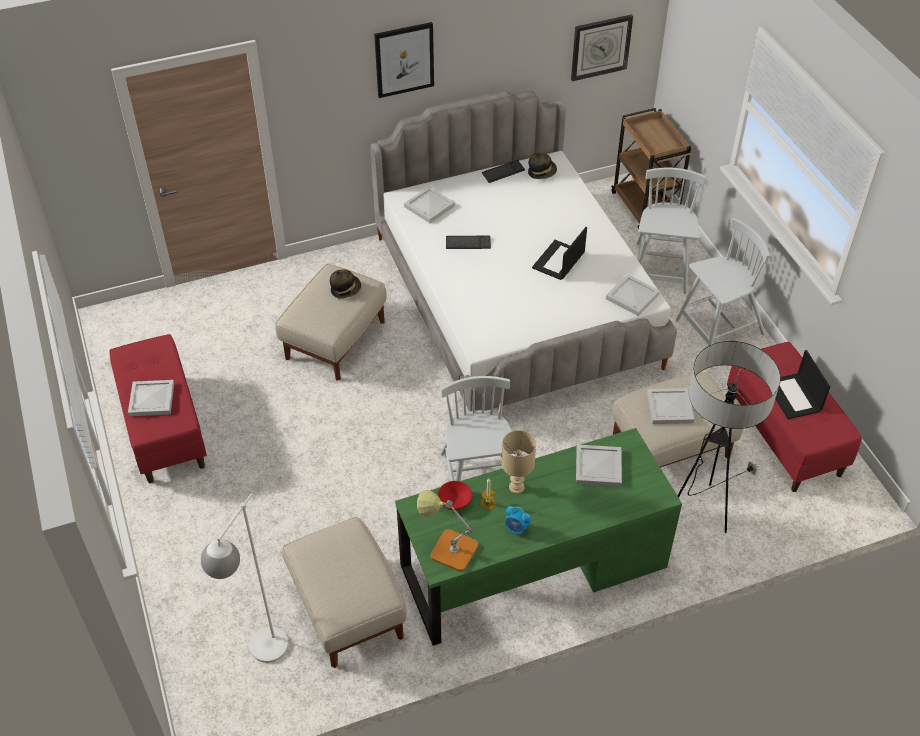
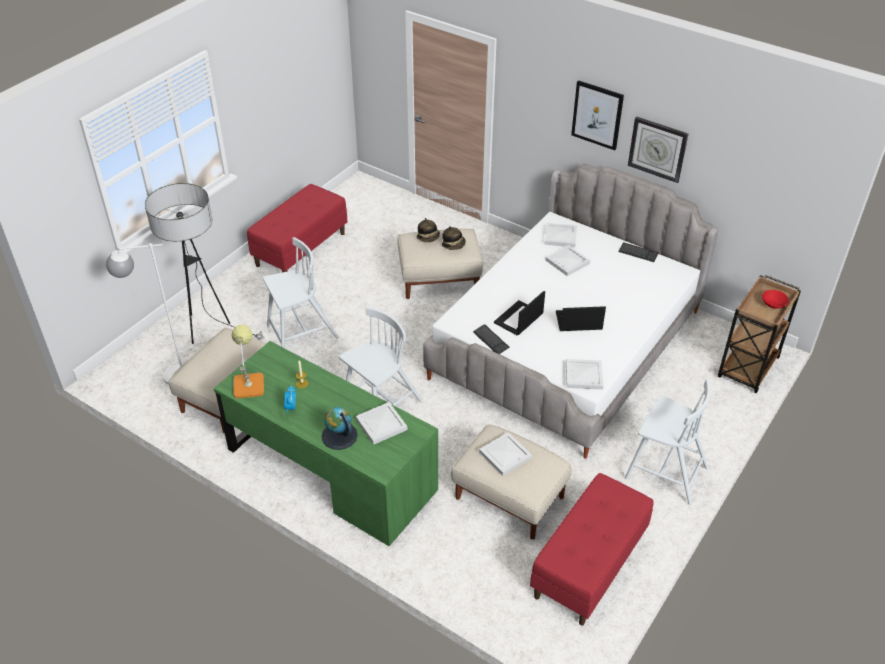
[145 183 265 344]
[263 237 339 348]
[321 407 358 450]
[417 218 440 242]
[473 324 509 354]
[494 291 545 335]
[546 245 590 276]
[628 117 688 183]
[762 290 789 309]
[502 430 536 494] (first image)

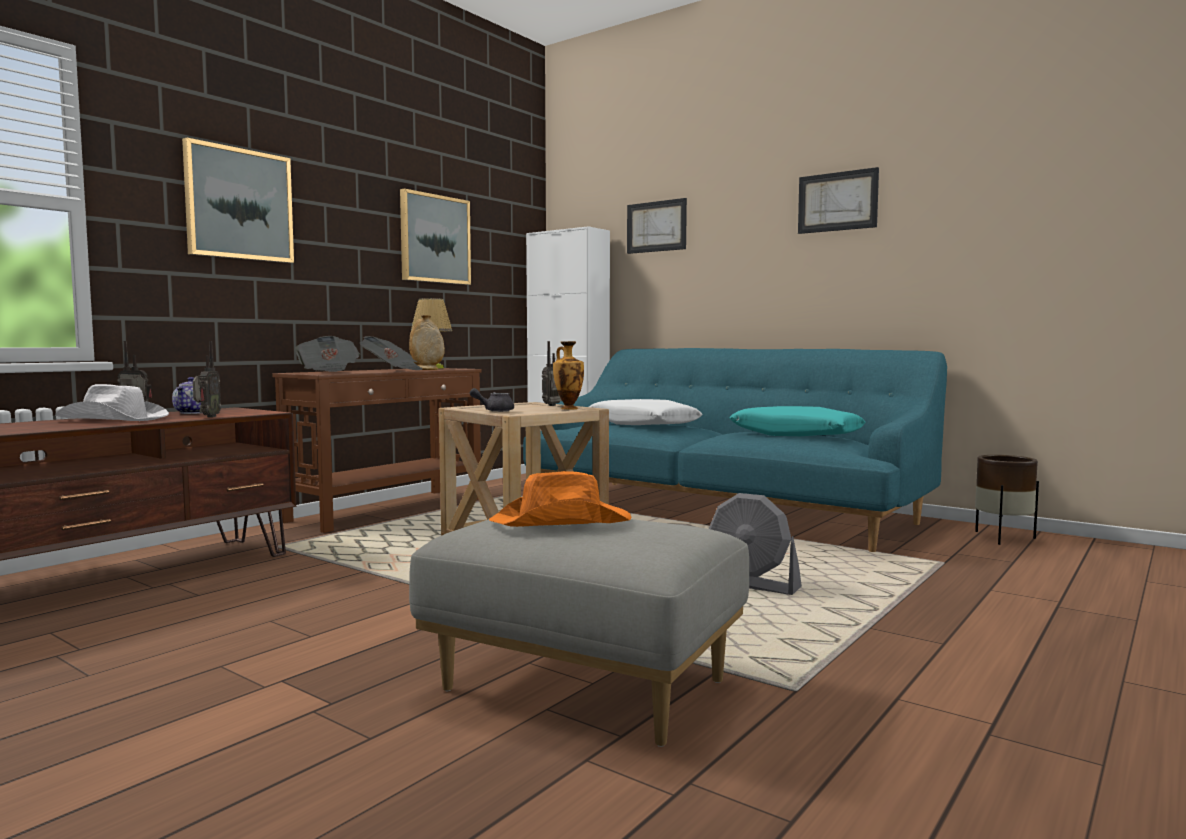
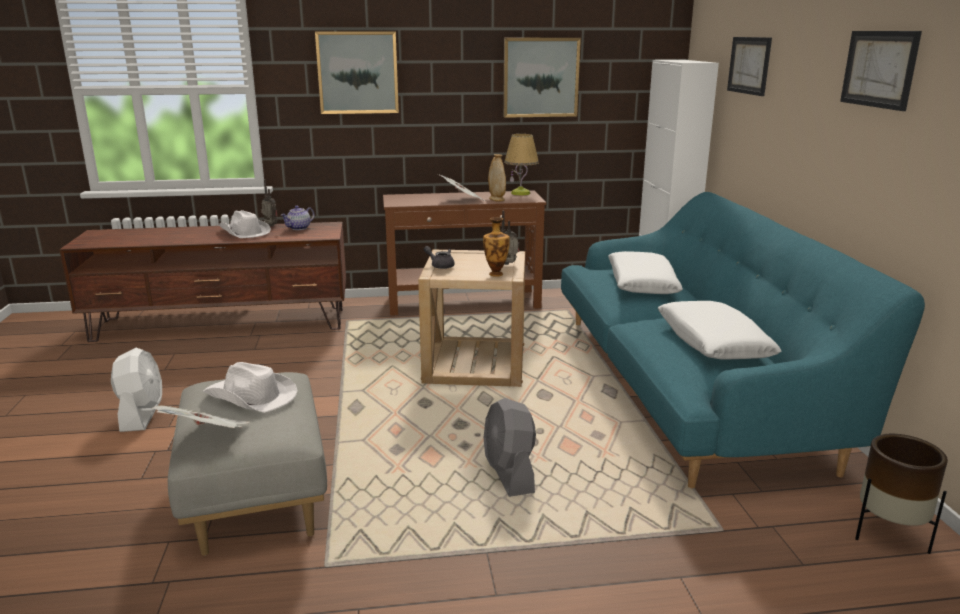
[111 348 162 432]
[151 405 250 428]
[203 362 298 413]
[658 301 782 360]
[193 341 221 417] (first image)

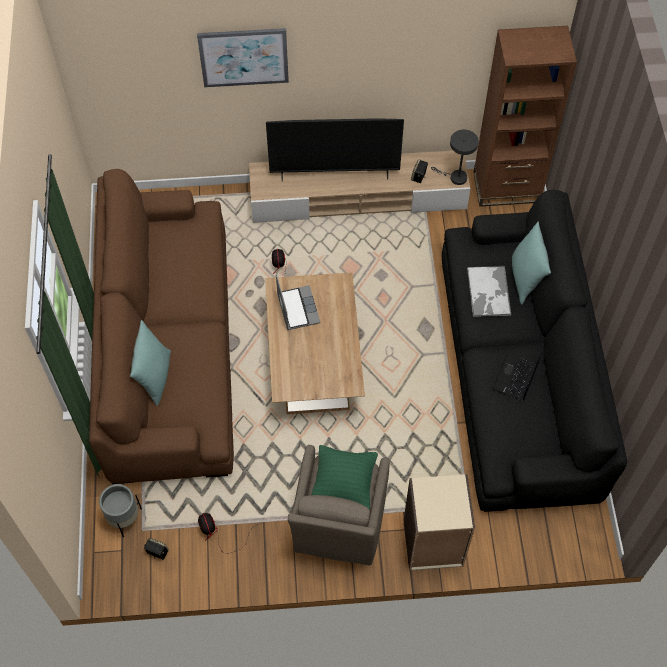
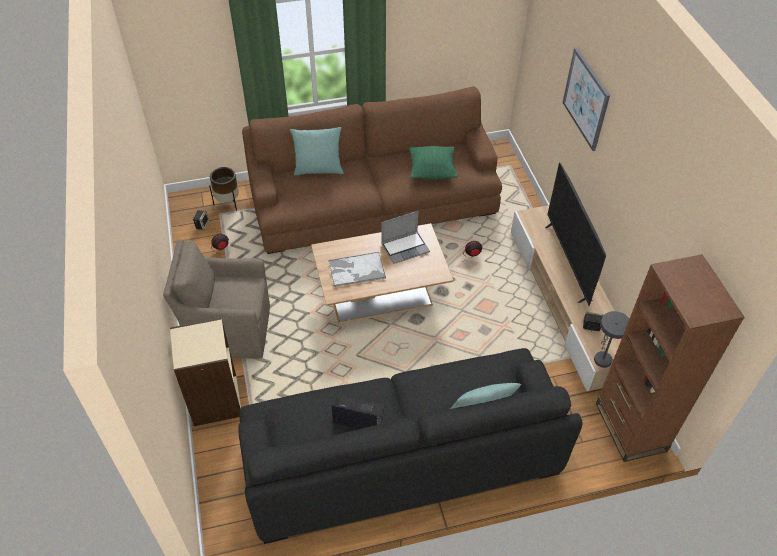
[209 167 239 211]
[328 252 386 287]
[409 146 458 180]

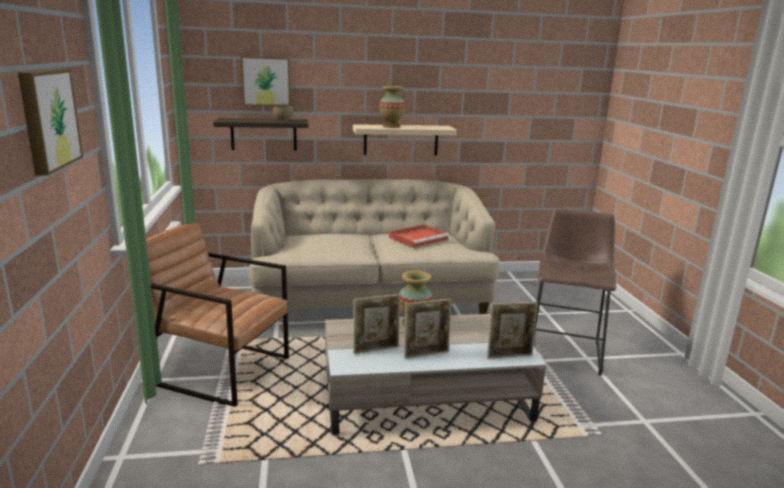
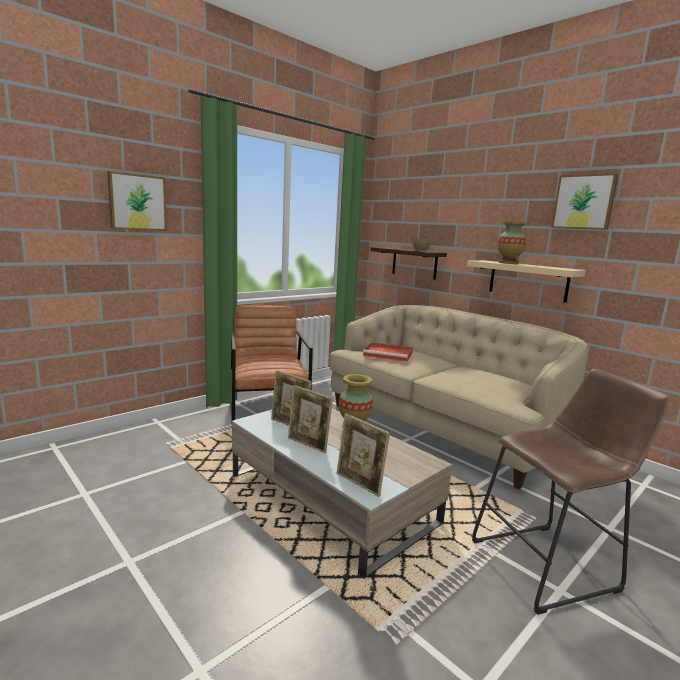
[363 342 413 362]
[552 173 618 230]

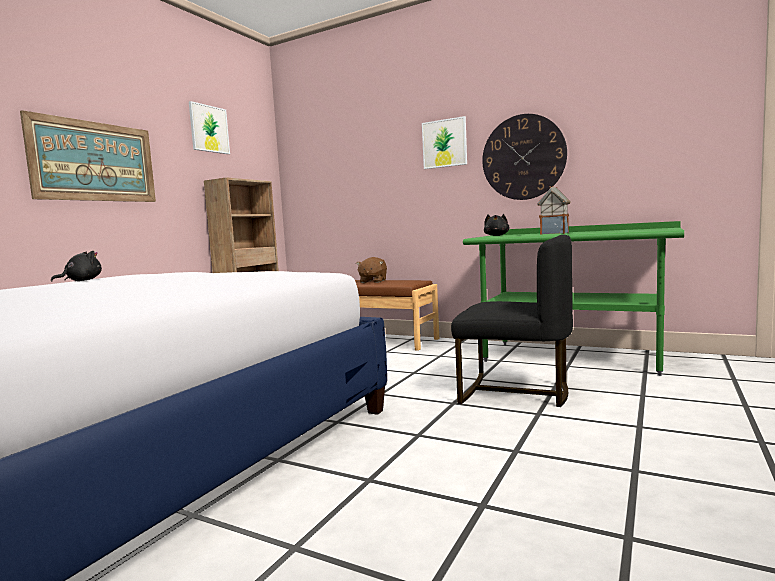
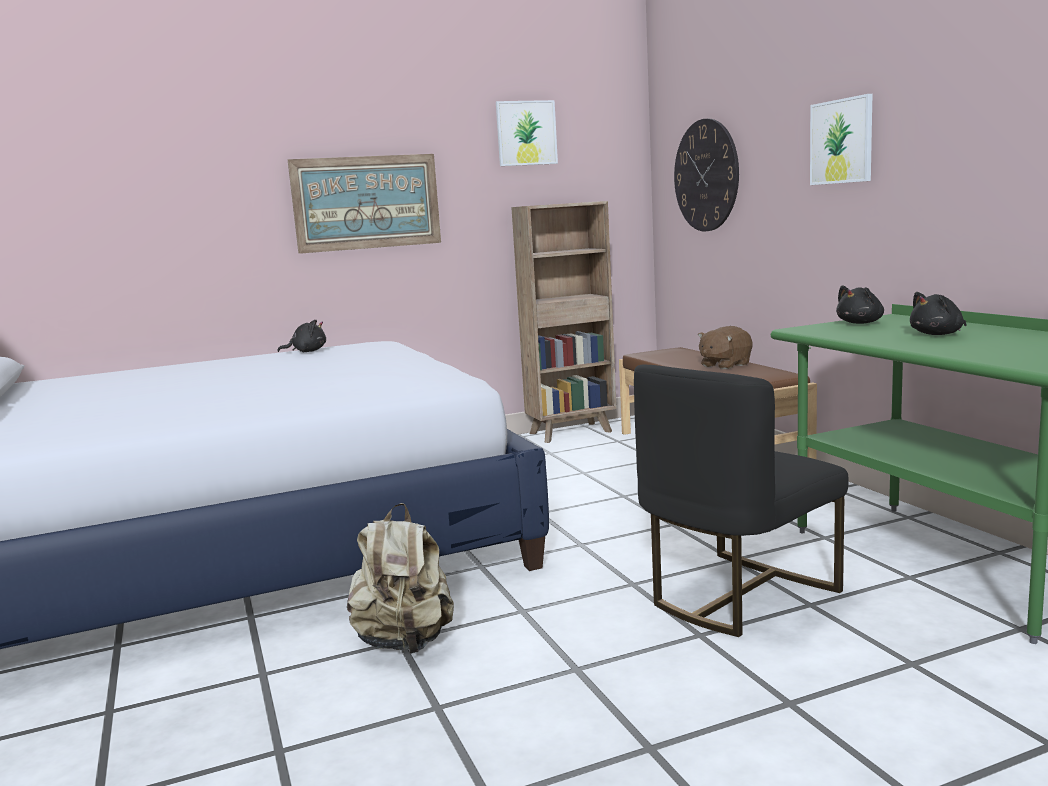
[347 503 454 654]
[634 365 849 637]
[674 119 739 231]
[910 292 967 335]

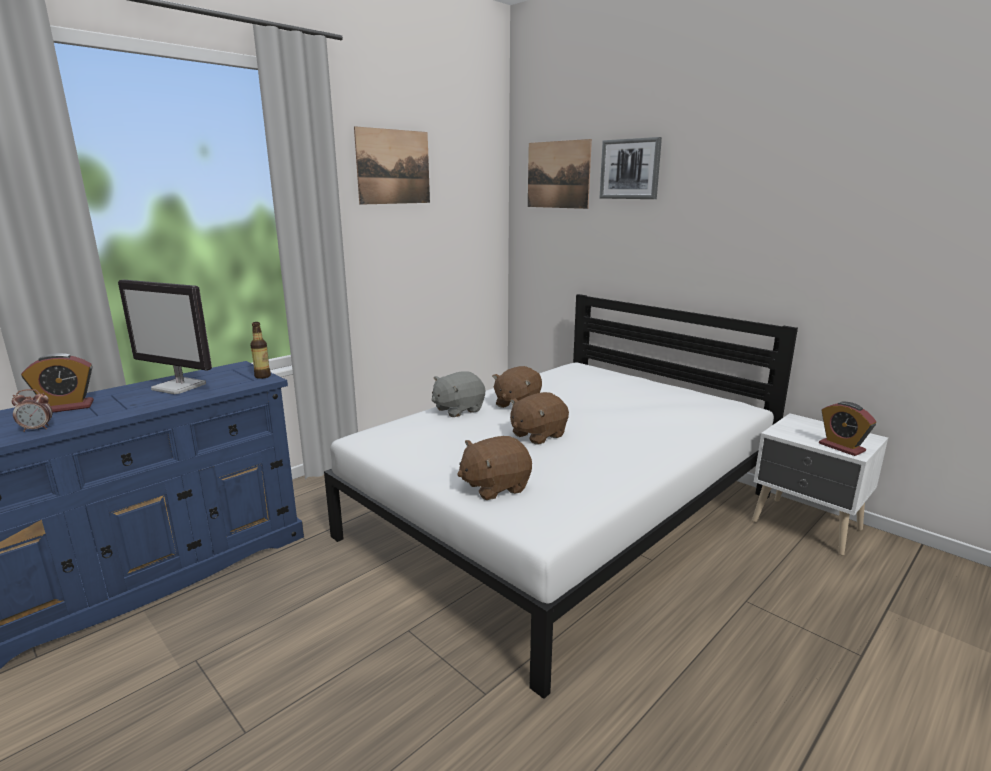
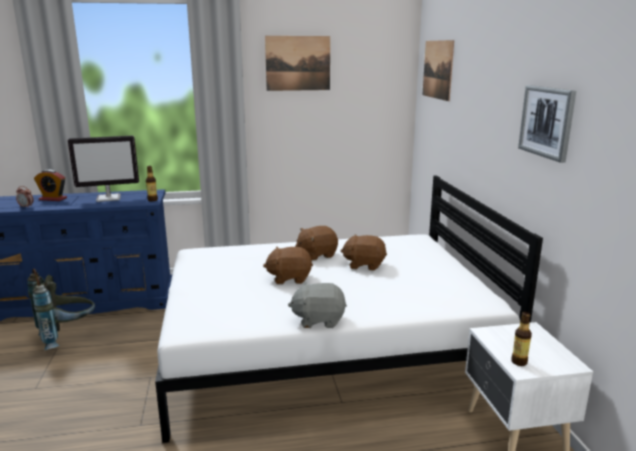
[27 268 95 350]
[68 136 139 202]
[288 282 347 328]
[341 234 387 271]
[511 312 532 366]
[518 85 576 163]

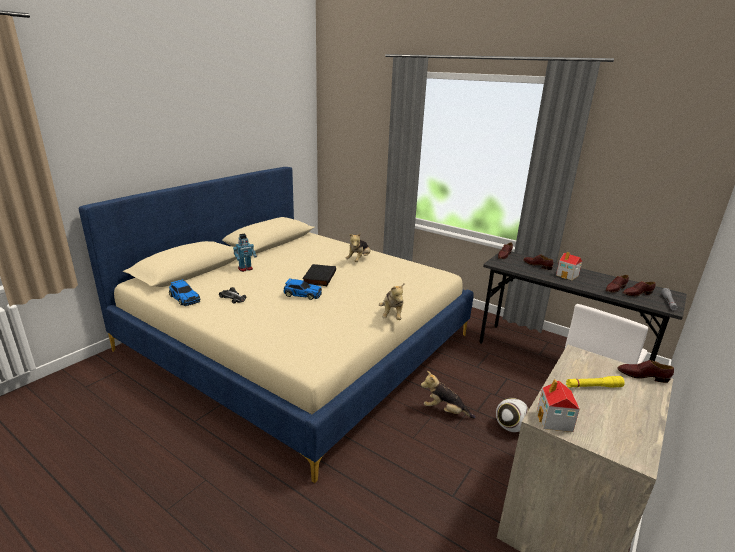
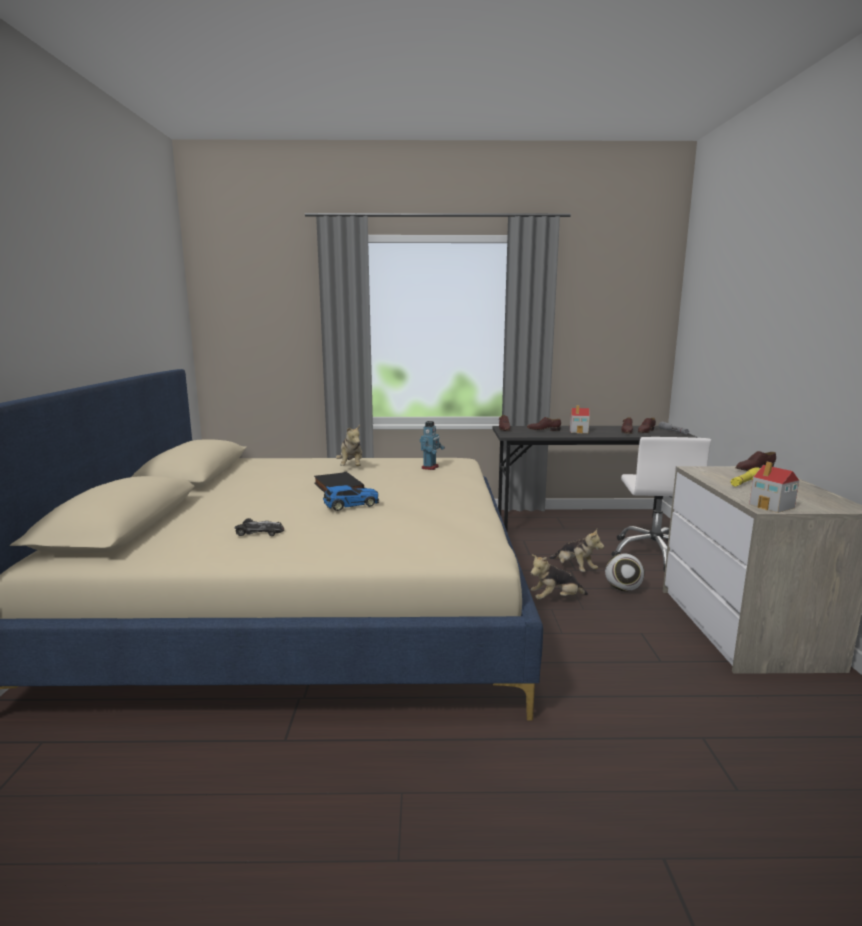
[420 421 445 470]
[549 529 604 572]
[169 279 200 306] (first image)

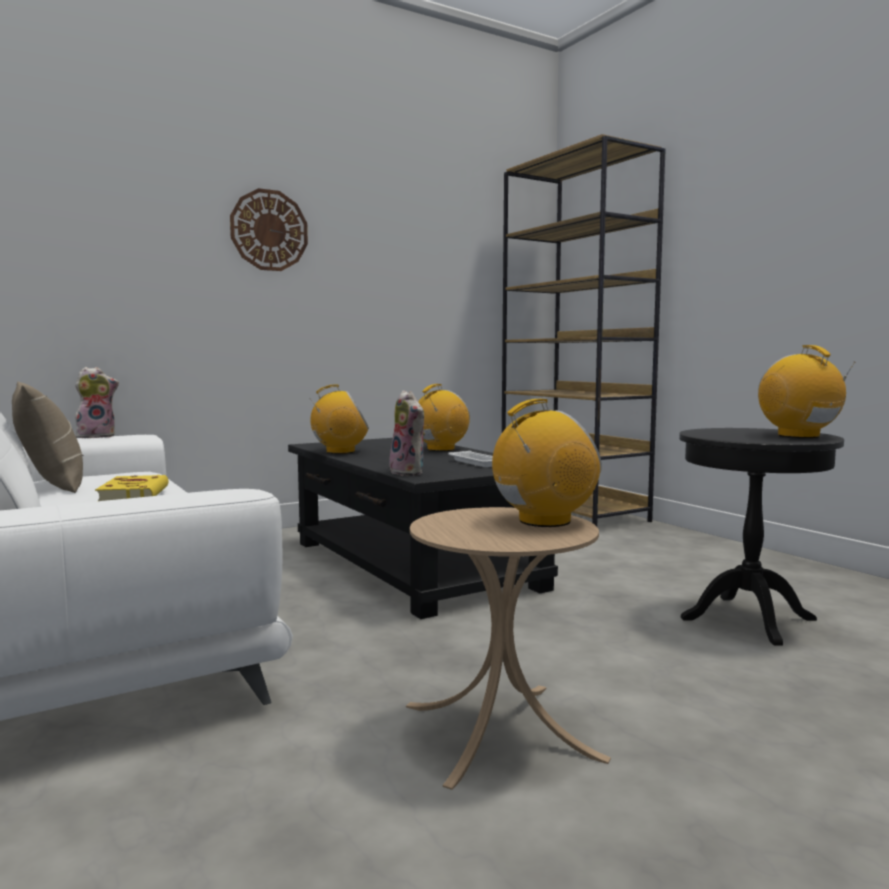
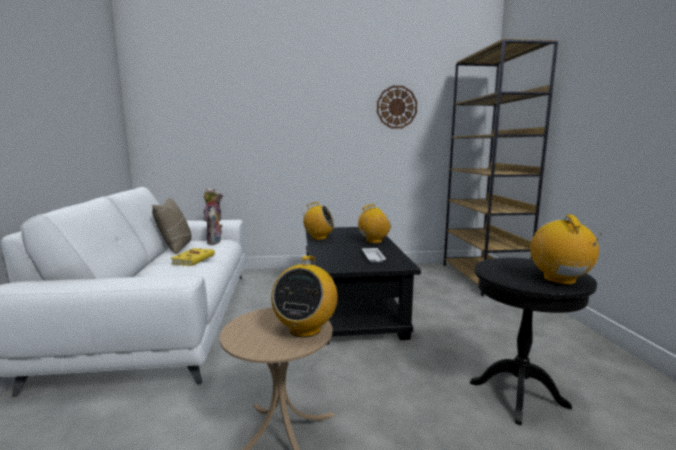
[206 207 223 245]
[271 256 338 337]
[377 86 417 129]

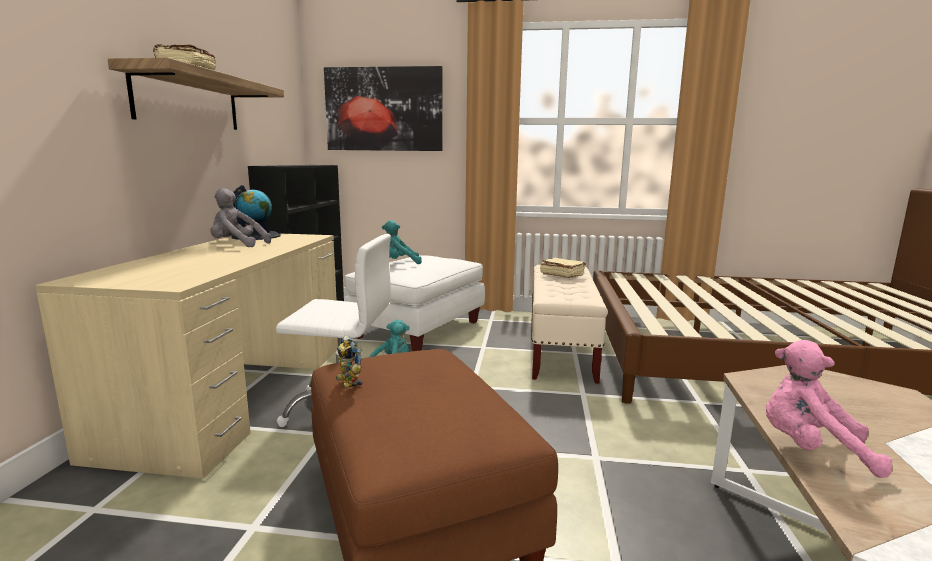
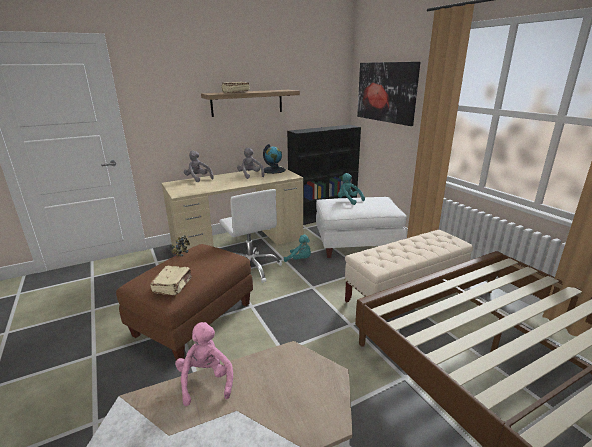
[150 266 192 295]
[184 151 214 182]

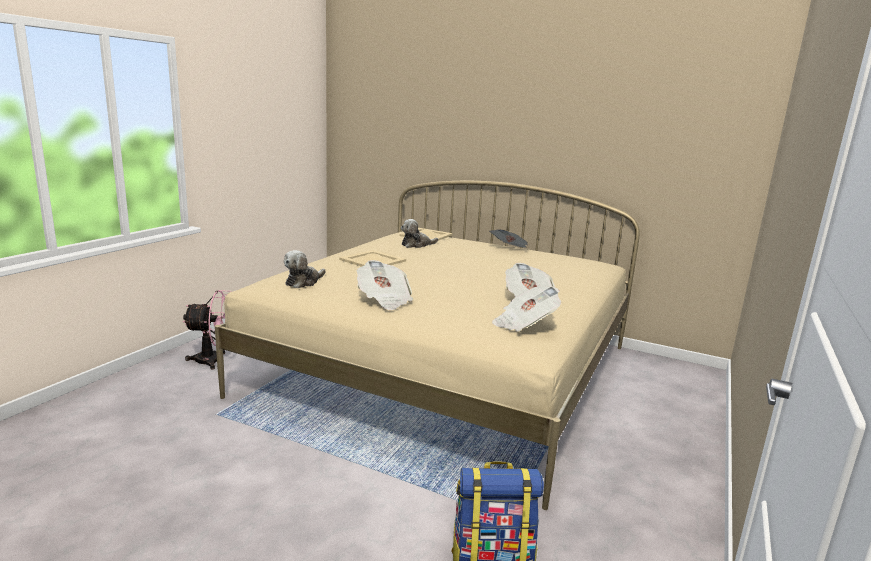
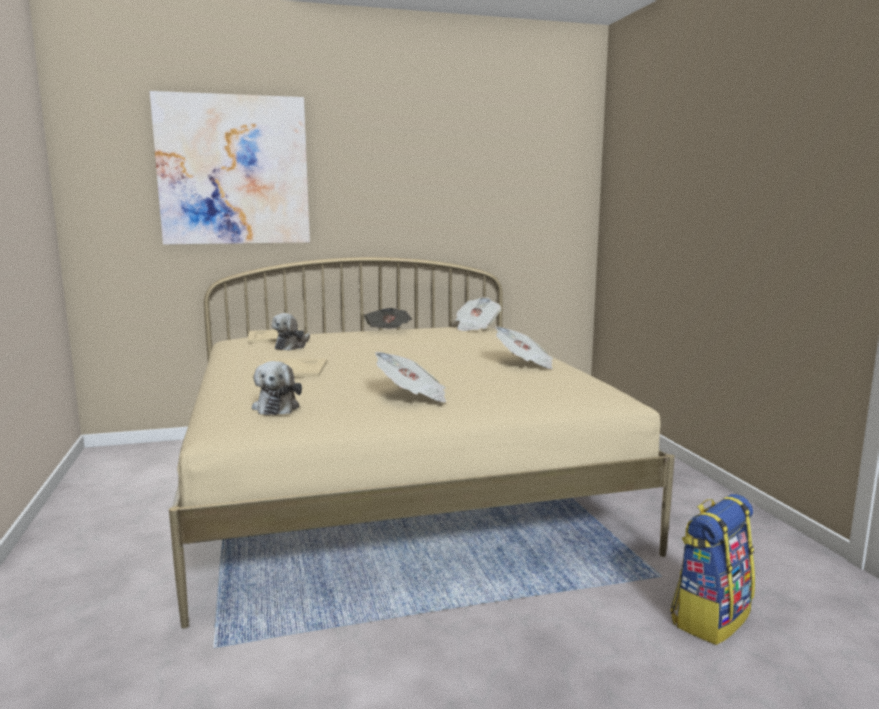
[150 91 310 245]
[455 297 501 331]
[182 290 232 369] (first image)

